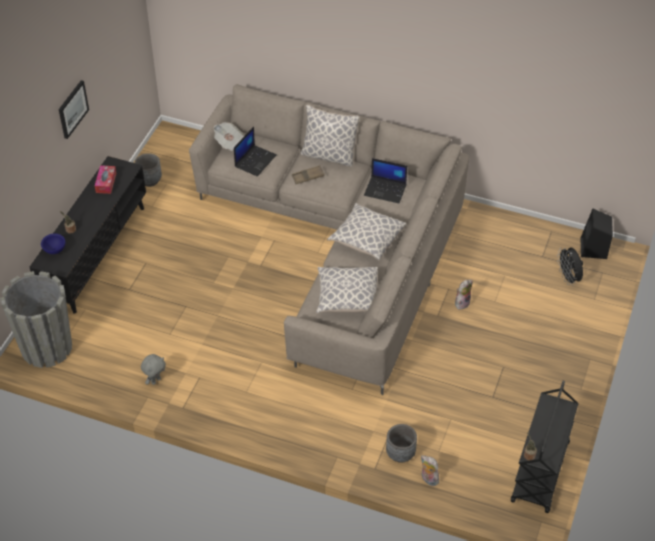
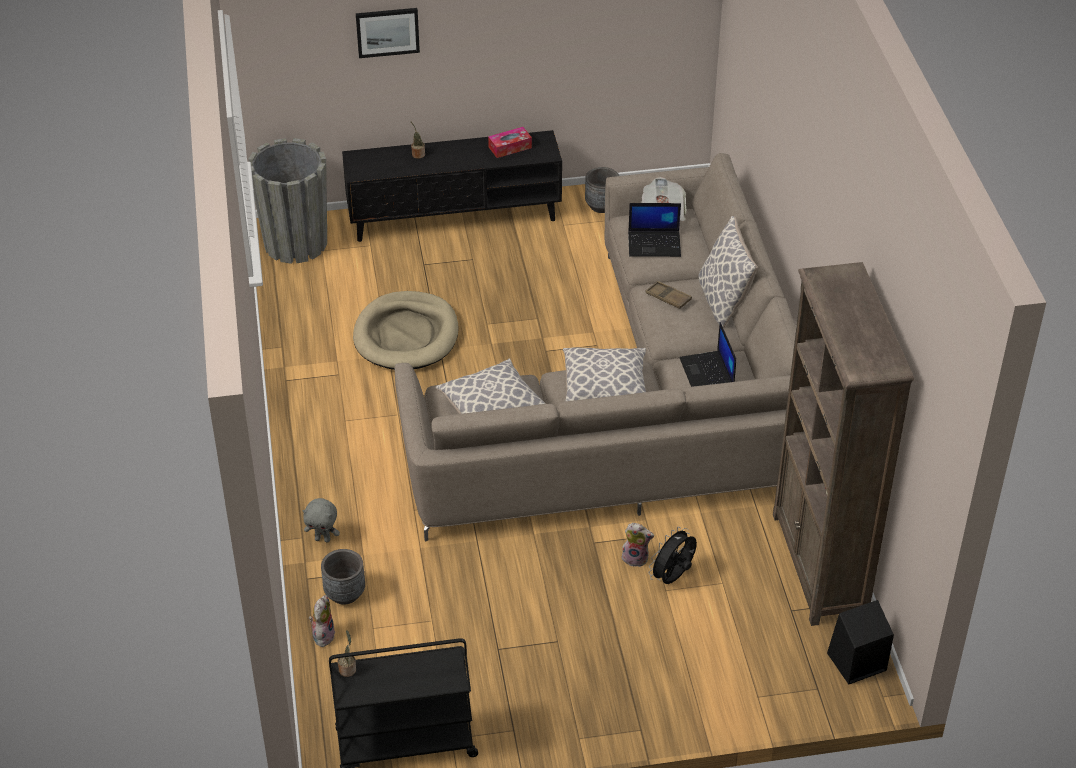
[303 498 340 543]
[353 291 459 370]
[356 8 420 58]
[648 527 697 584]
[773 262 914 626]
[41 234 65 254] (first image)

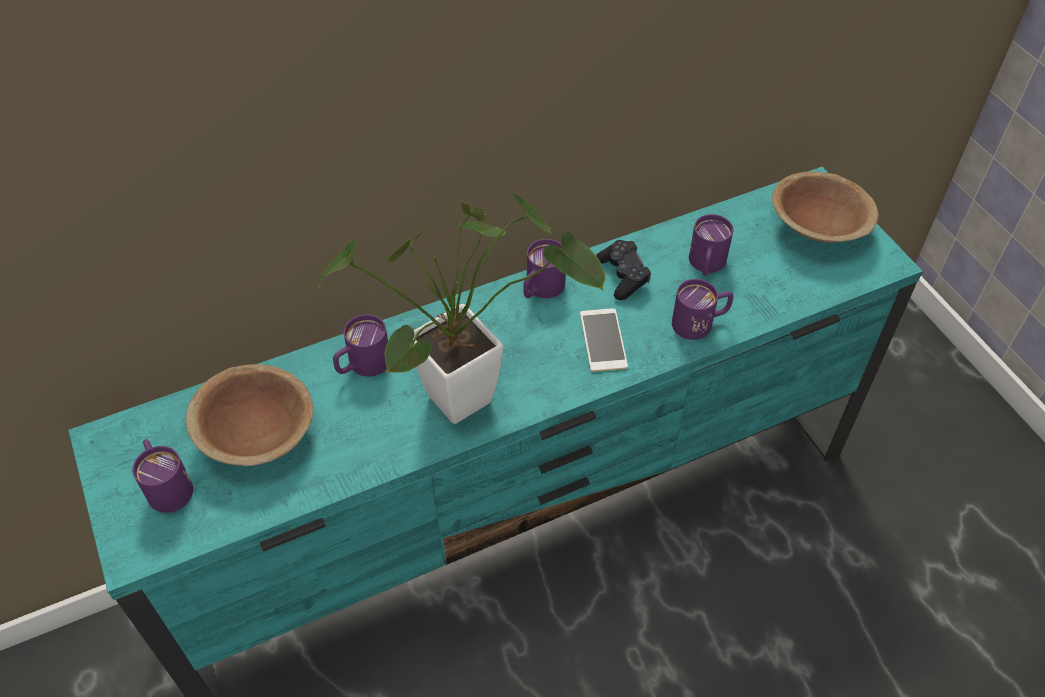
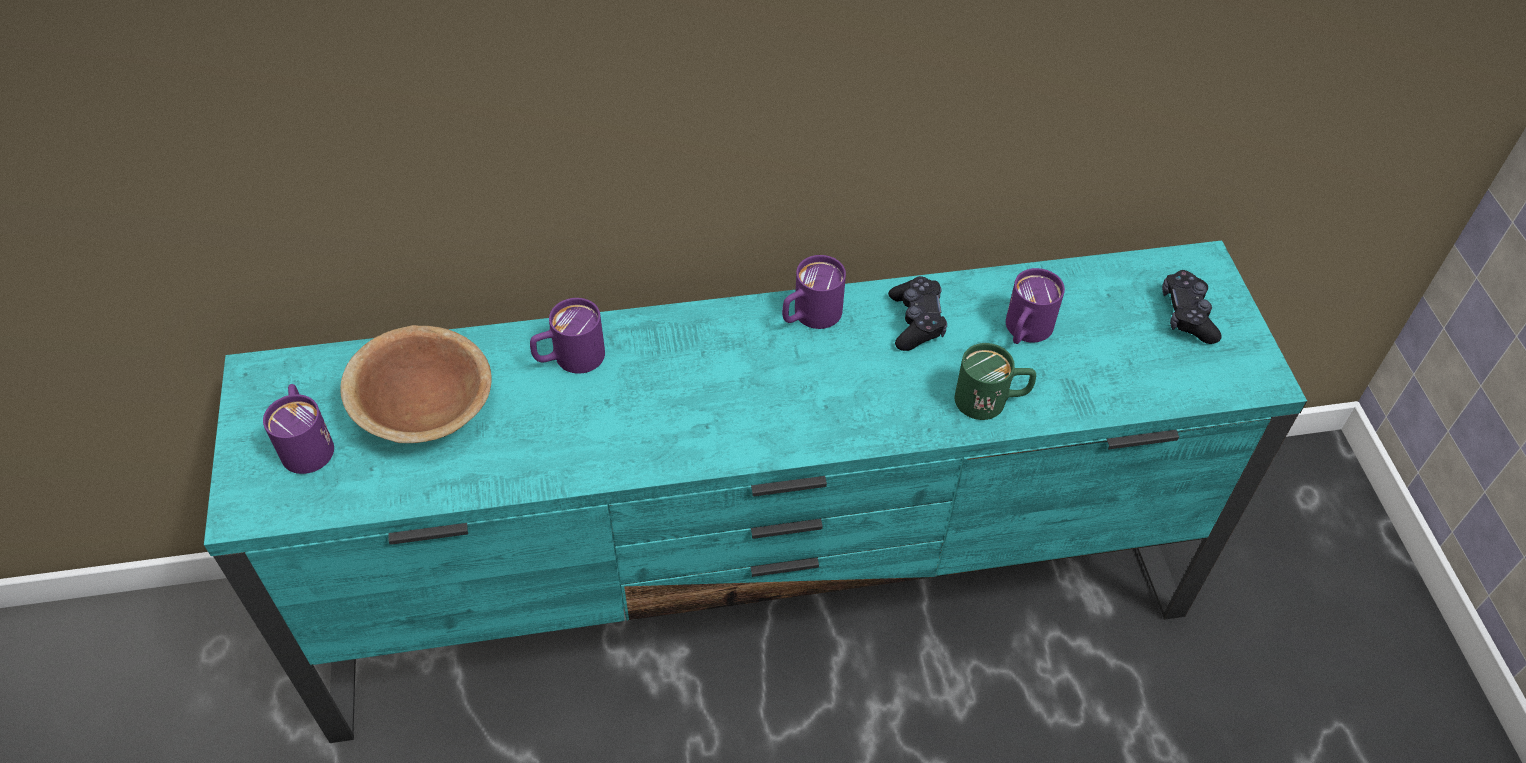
[955 343 1036 420]
[1162 270 1222 344]
[319 193 605 424] (first image)
[580 308 628 372] (first image)

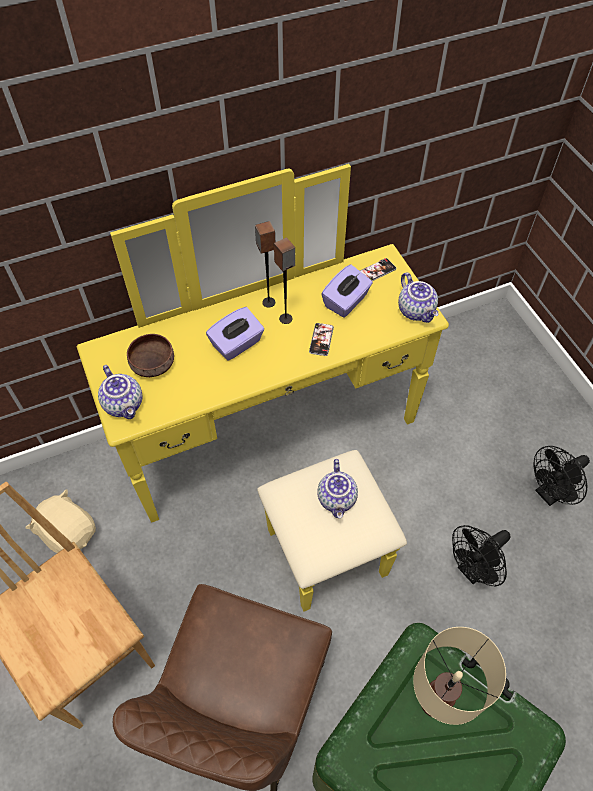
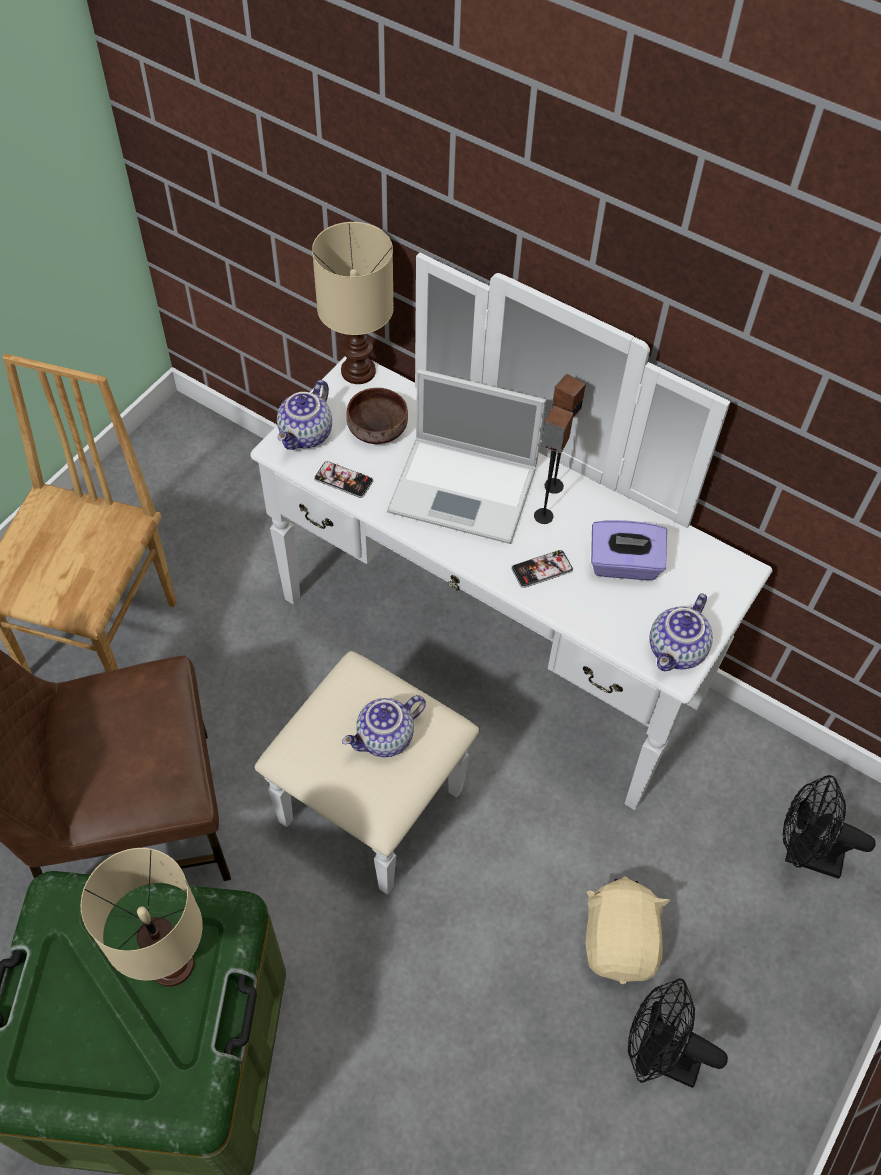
[250 252 773 895]
[312 222 394 384]
[314 461 373 498]
[387 369 546 544]
[585 876 670 984]
[783 775 875 879]

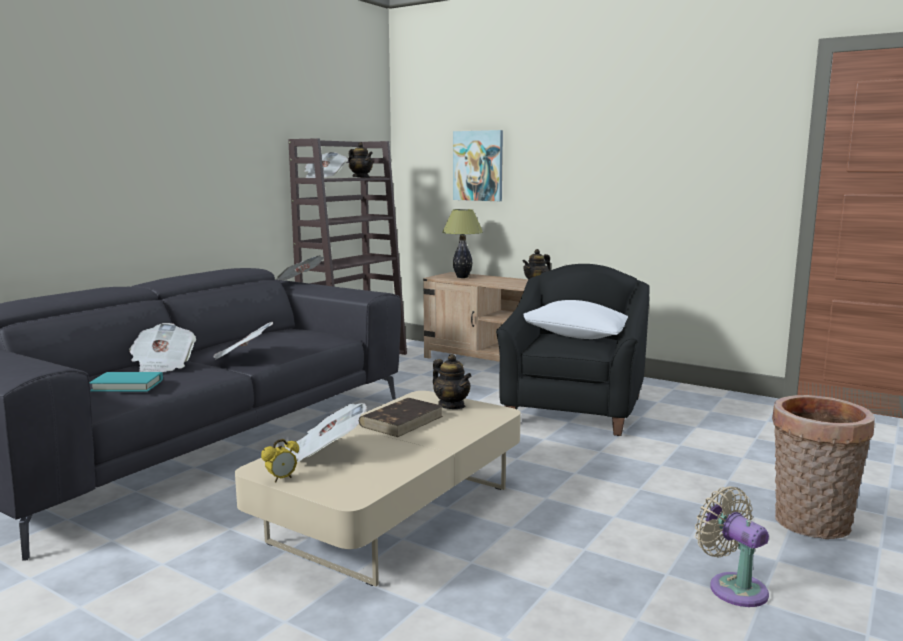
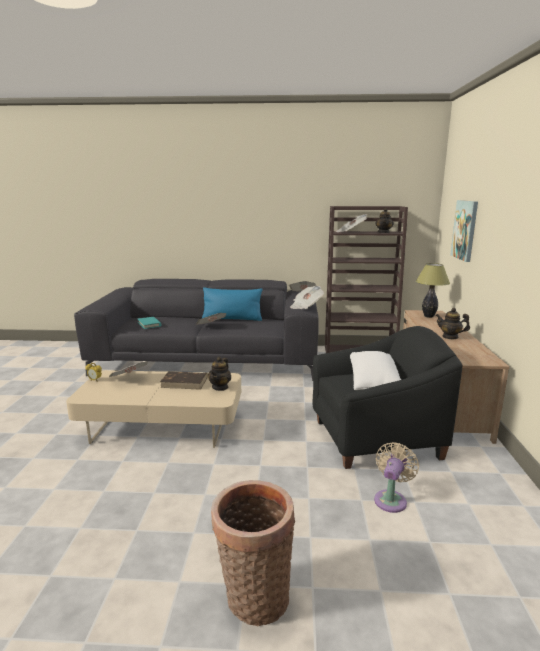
[202 287 263 321]
[290 286 324 309]
[374 442 419 513]

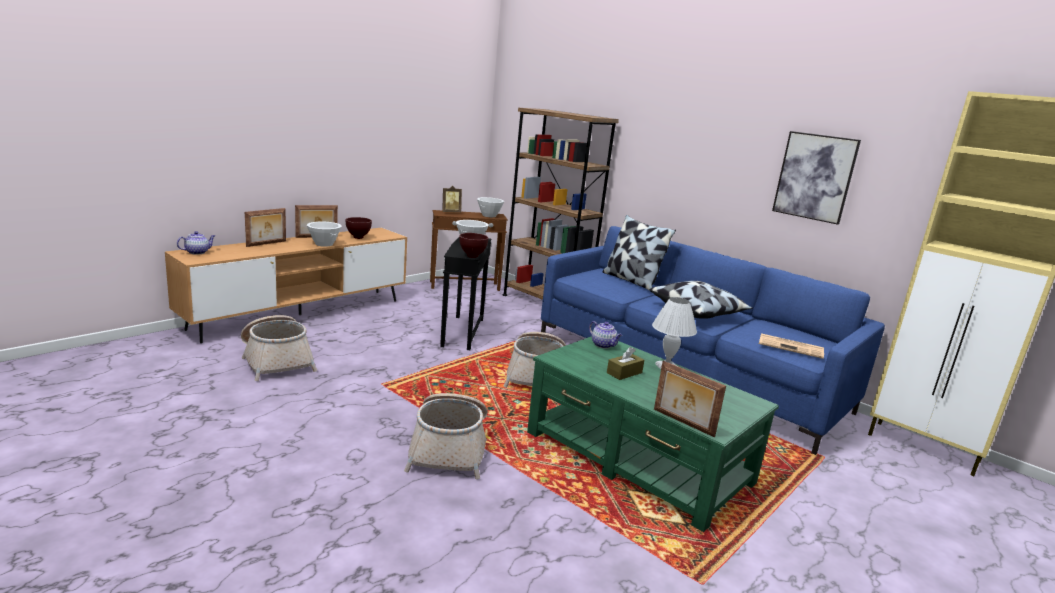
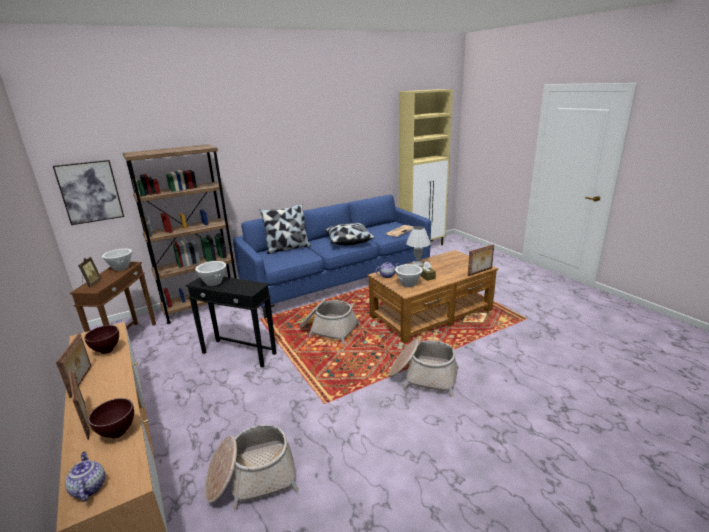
[53 160 124 225]
[88 398 134 438]
[368 250 498 344]
[395 264 423 287]

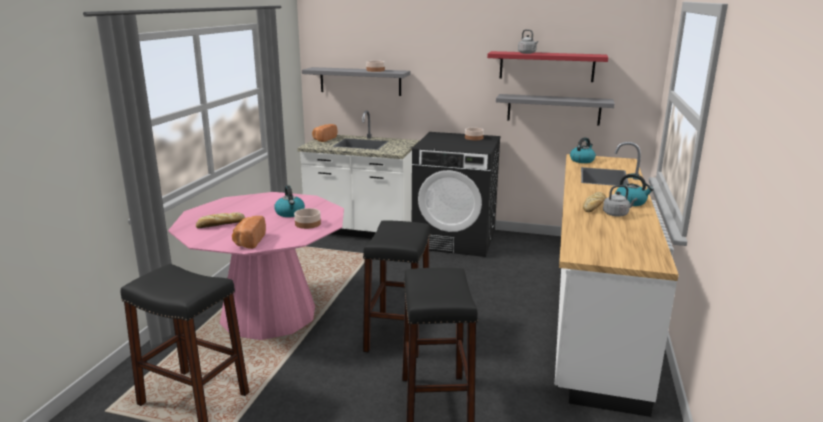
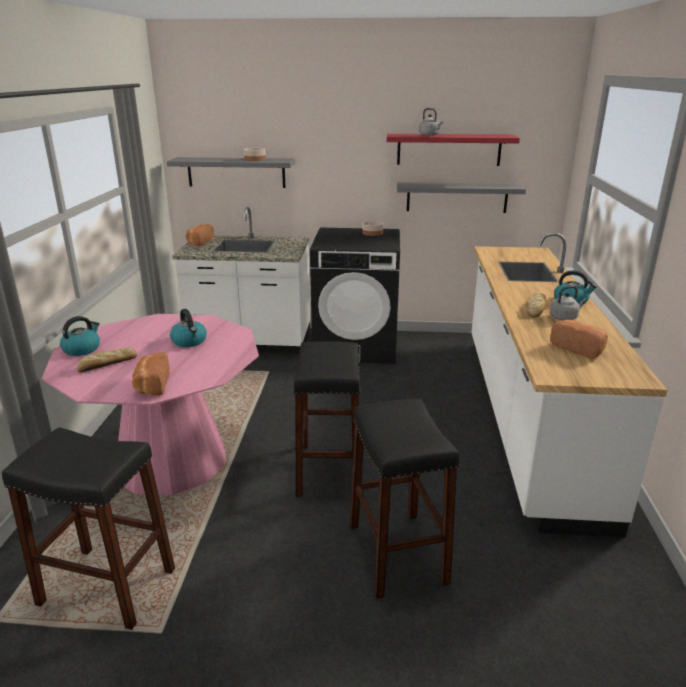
[60 316 100 356]
[550 320 608 359]
[294 208 321 229] (first image)

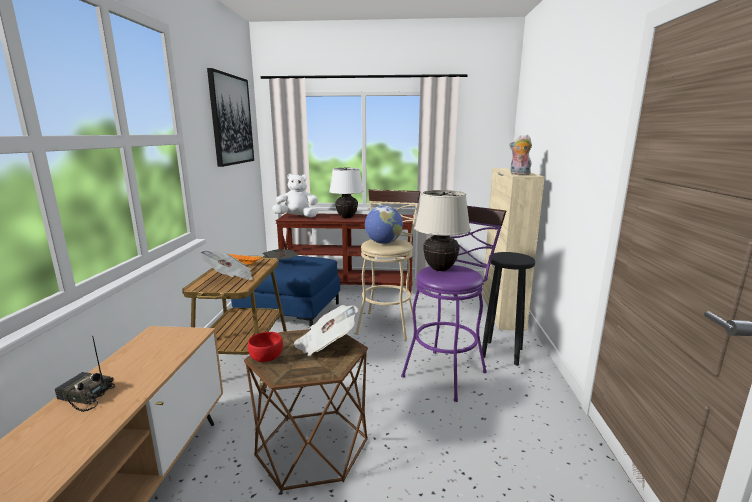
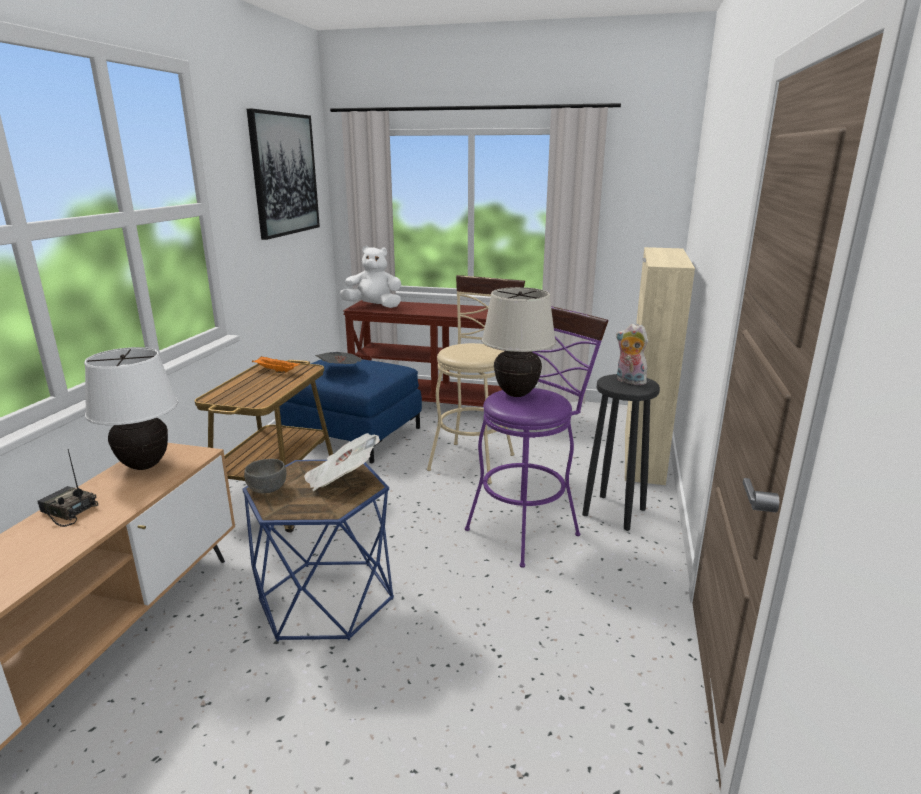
[84 347 178 470]
[243 460 394 641]
[244 459 286 493]
[616 324 648 385]
[200 250 253 280] (first image)
[365 206 403 244] (first image)

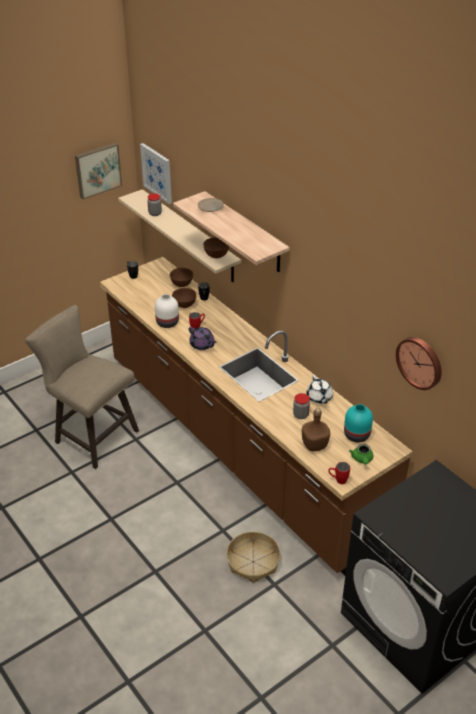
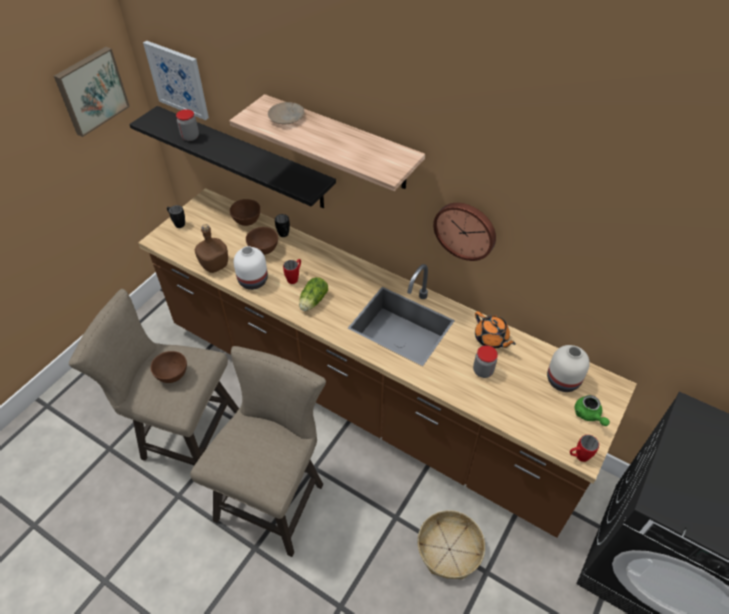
[129 106 336 208]
[151 351 187 383]
[190 346 326 557]
[195 224 228 273]
[299 277 328 311]
[433 203 496 261]
[475 311 516 349]
[547 345 590 392]

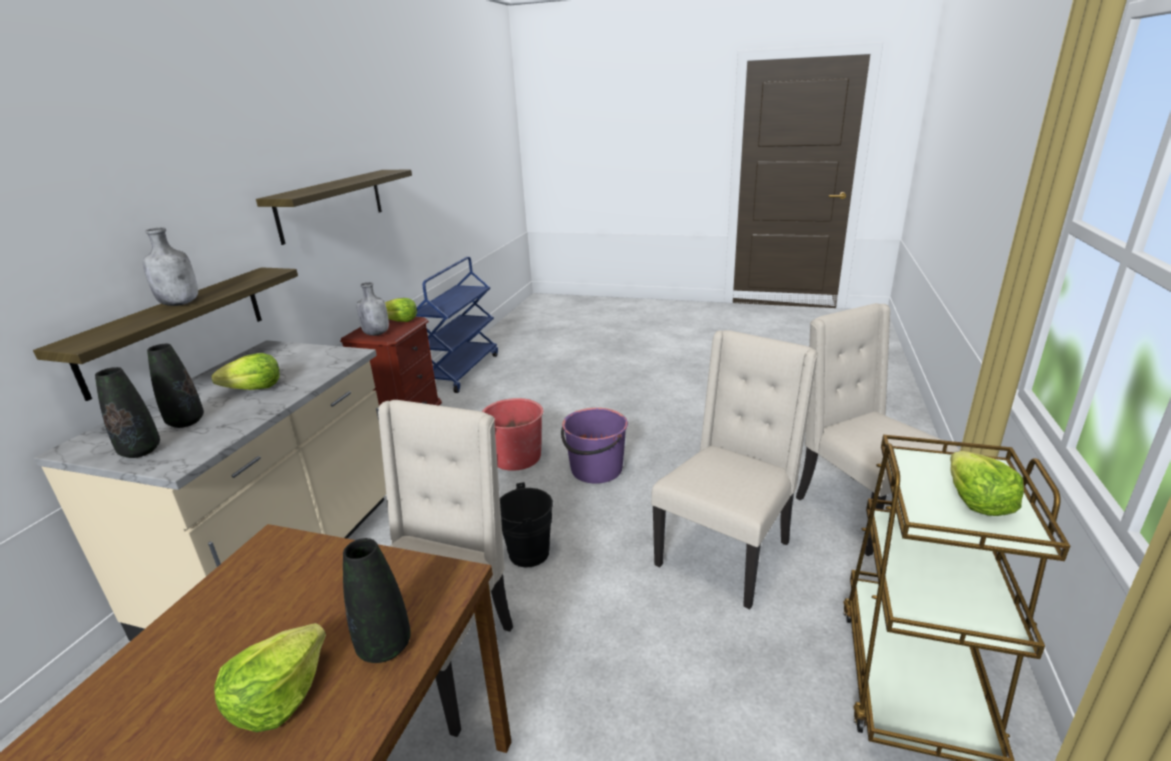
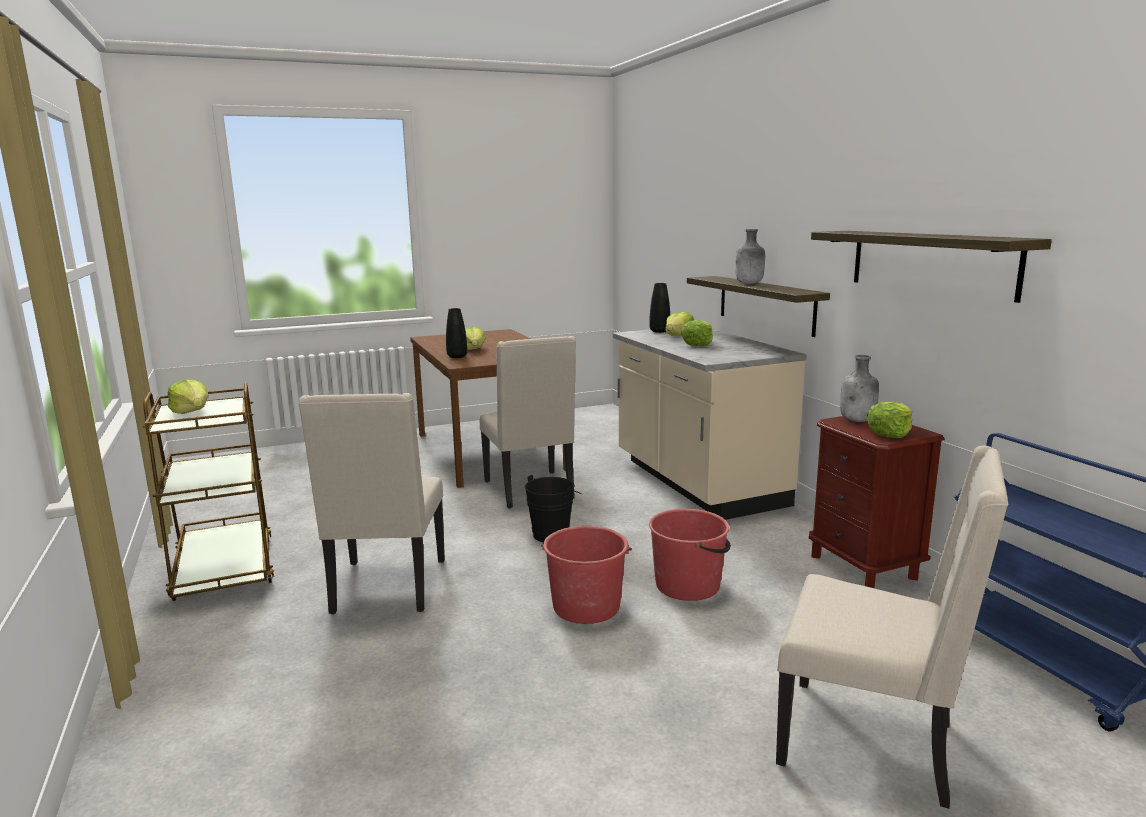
[541 526 632 624]
[665 312 694 336]
[776 445 1008 809]

